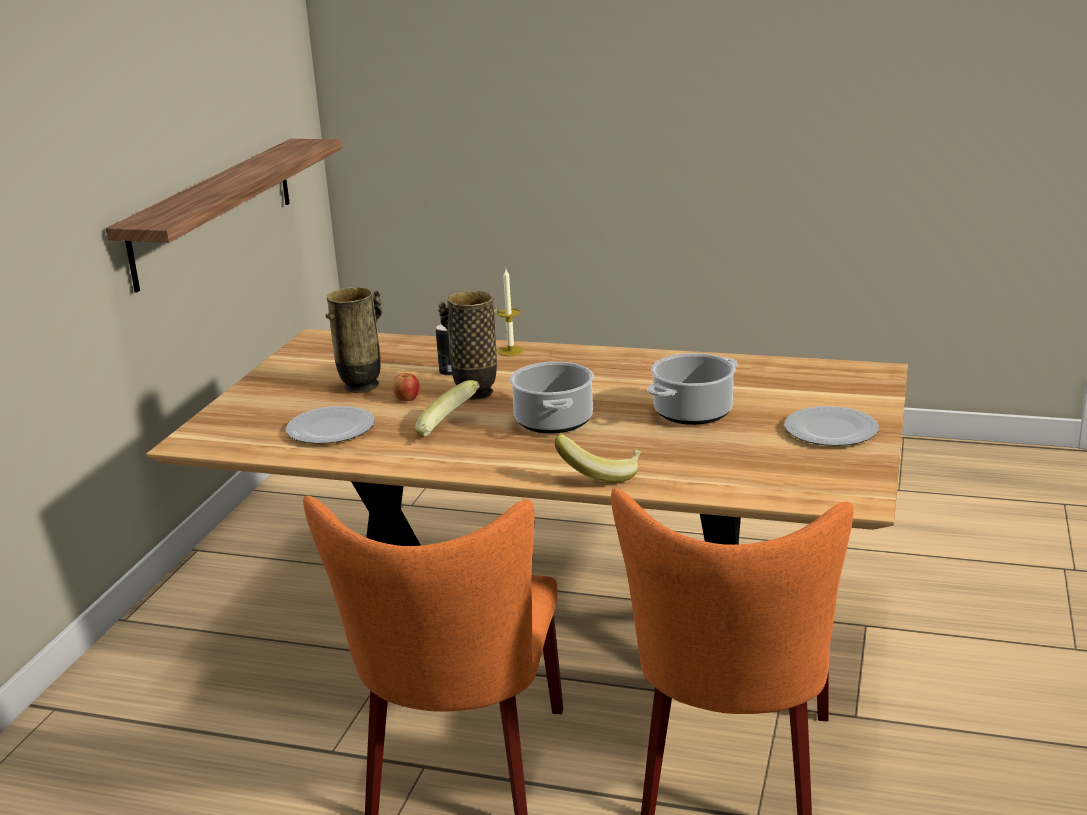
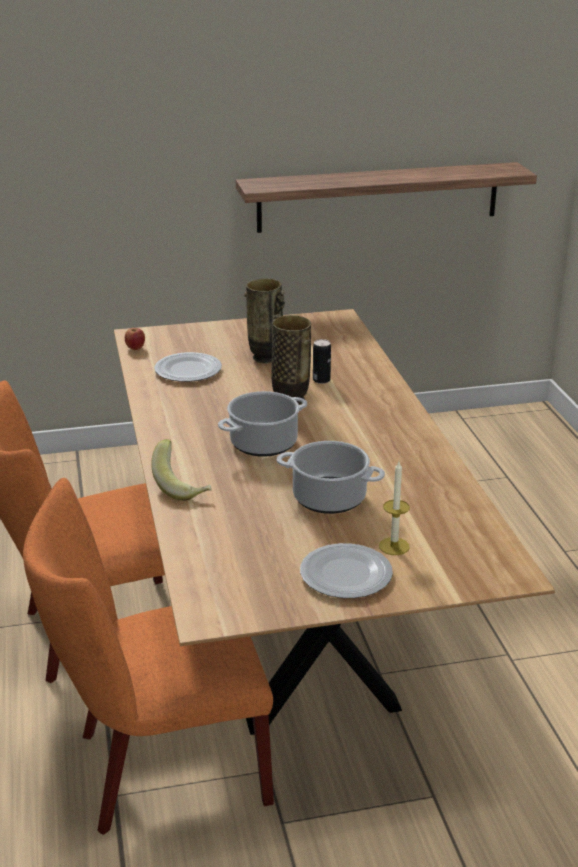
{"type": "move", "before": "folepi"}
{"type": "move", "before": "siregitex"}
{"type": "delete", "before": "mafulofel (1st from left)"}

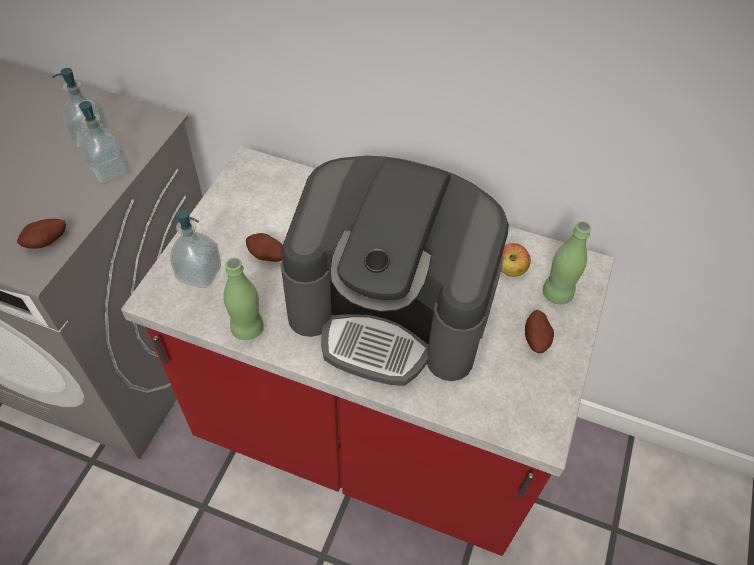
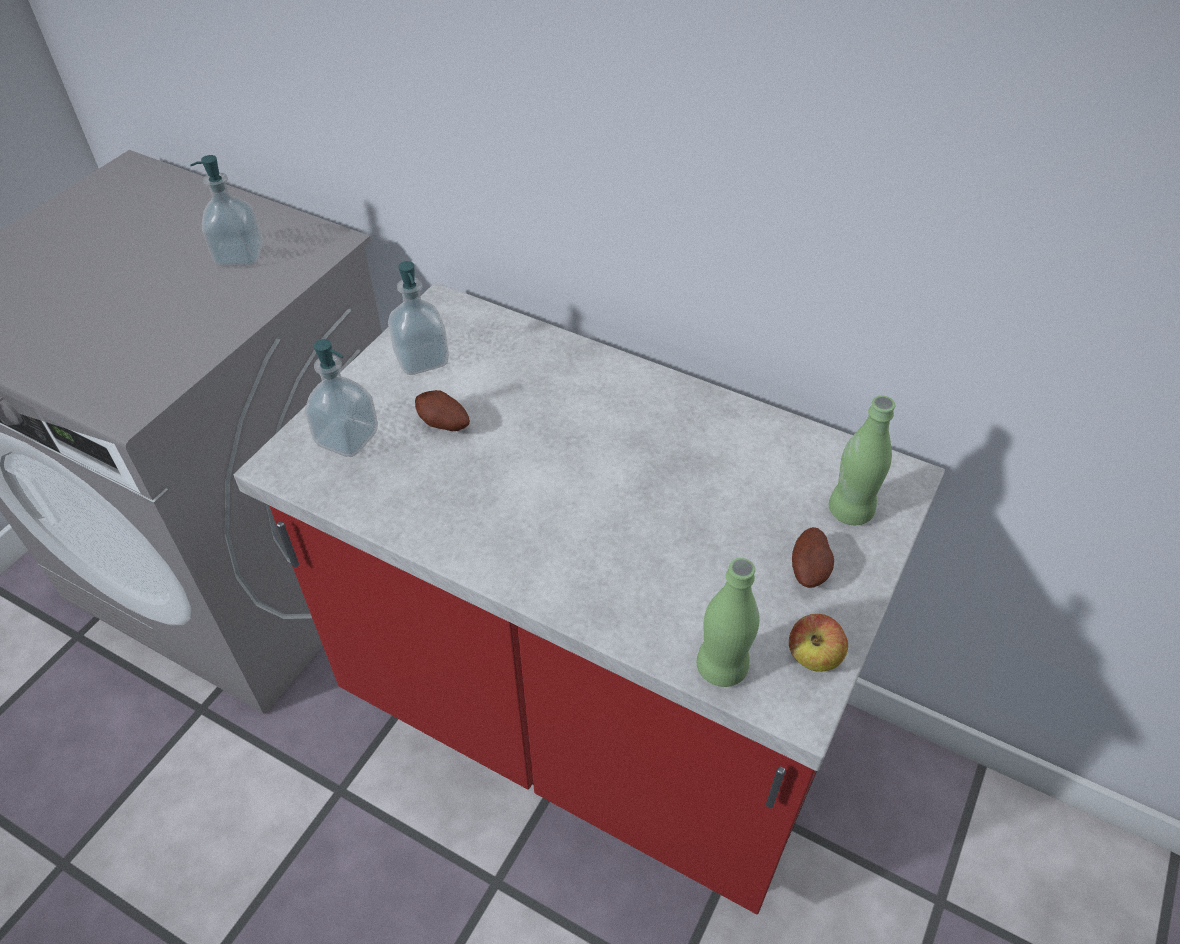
{"type": "move", "before": "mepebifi (2nd from left in the first image)", "after": "mepebifi (3rd from left)"}
{"type": "delete", "before": "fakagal"}
{"type": "delete", "before": "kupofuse (1st from left)"}
{"type": "move", "before": "siregitex"}
{"type": "move", "before": "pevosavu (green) (1st from left)"}

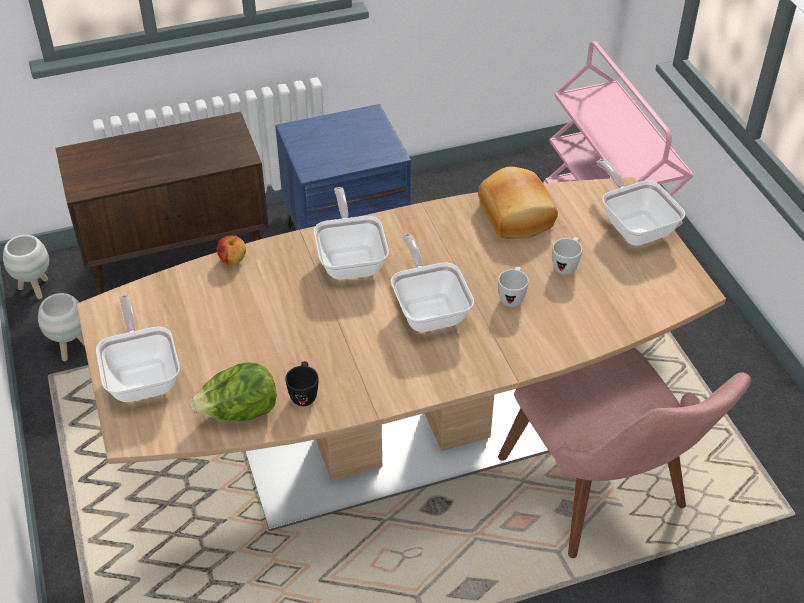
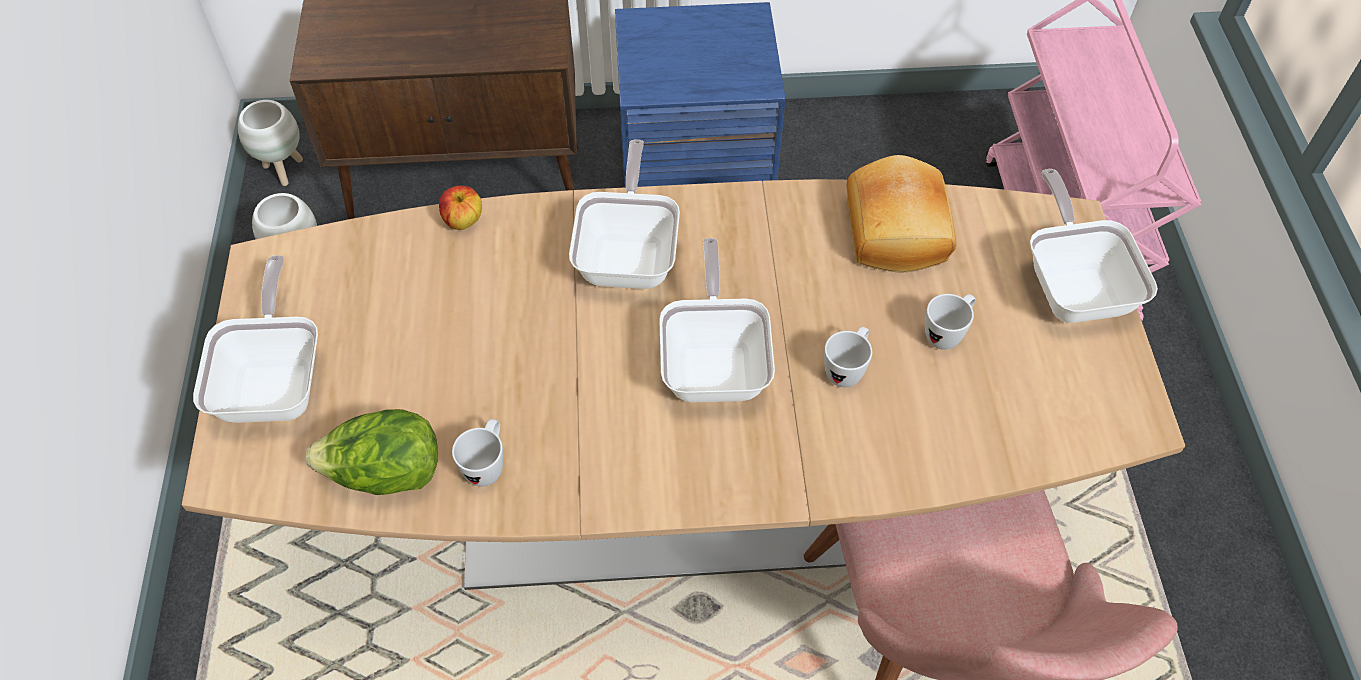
{"type": "recolor", "before": "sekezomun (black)", "after": "sekezomun (white) (1st from left)"}

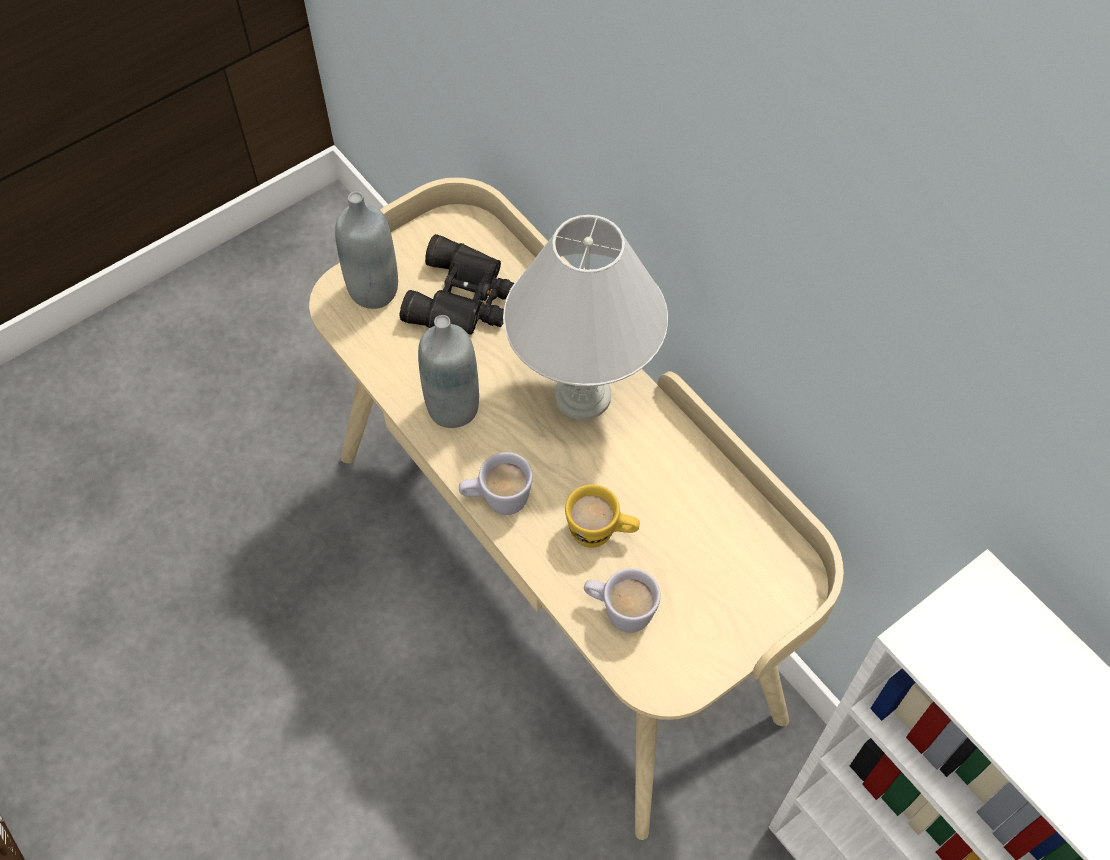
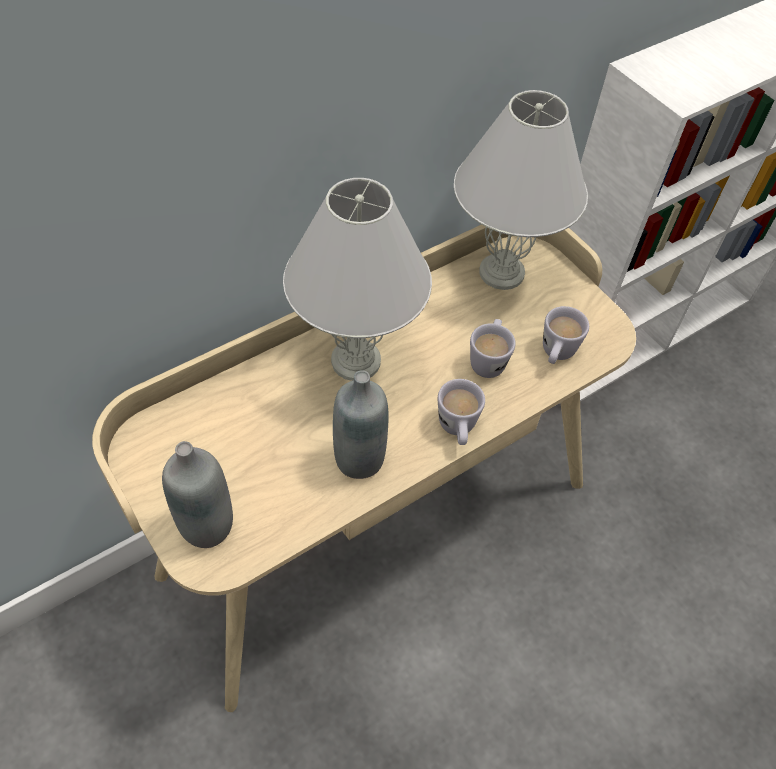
{"type": "delete", "before": "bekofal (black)"}
{"type": "recolor", "before": "sekezomun (yellow)", "after": "sekezomun (white) (2nd from left)"}
{"type": "insert", "after": "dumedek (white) (2nd from left)"}

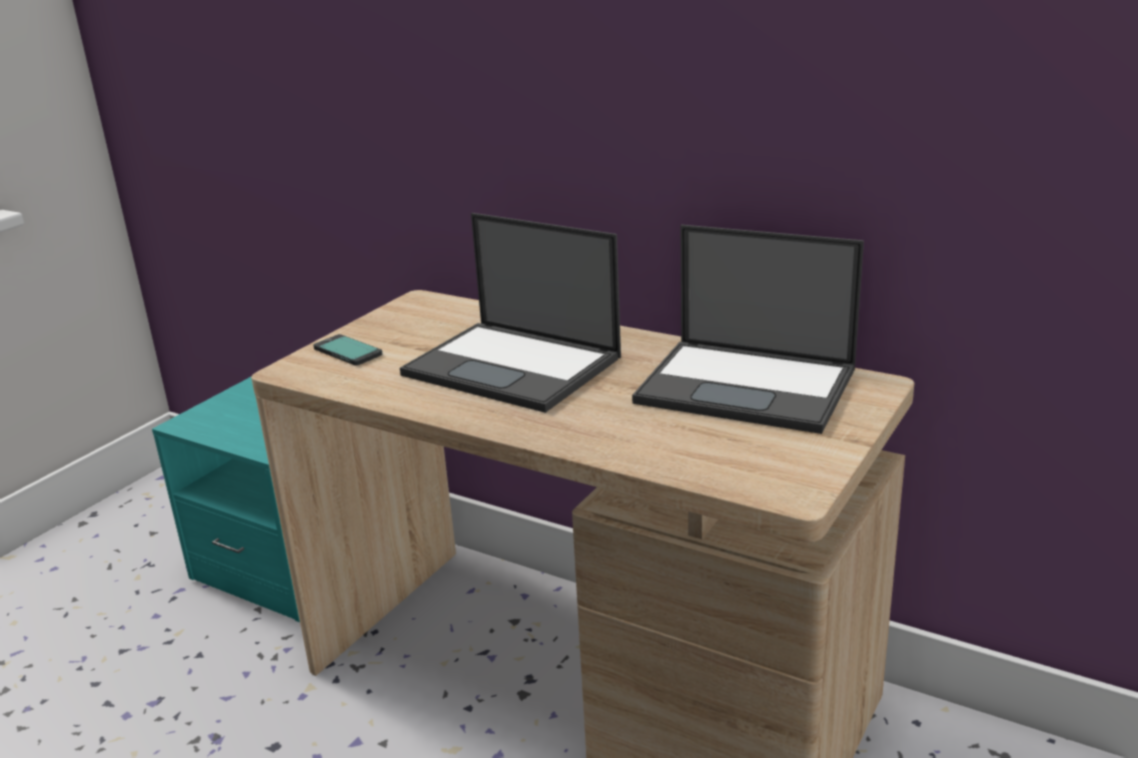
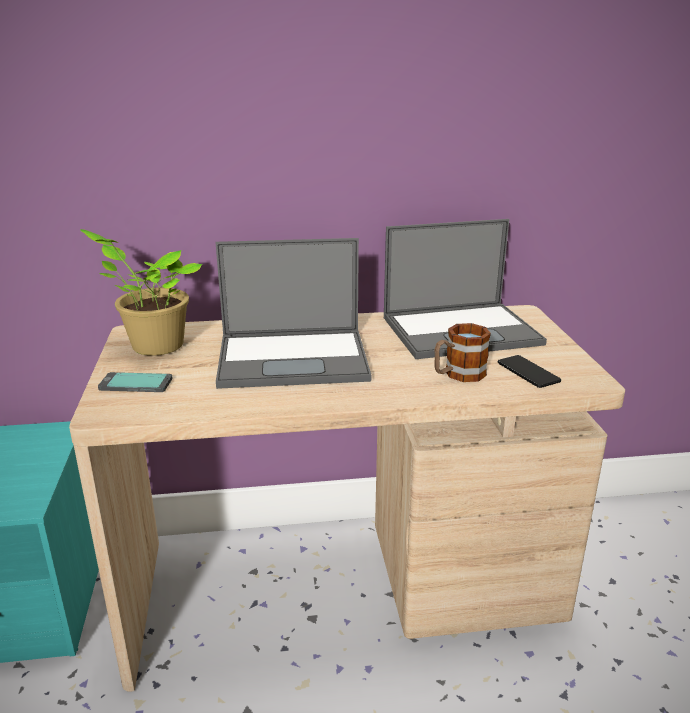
{"type": "insert", "after": "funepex"}
{"type": "insert", "after": "sekezomun"}
{"type": "insert", "after": "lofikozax (2nd from left)"}

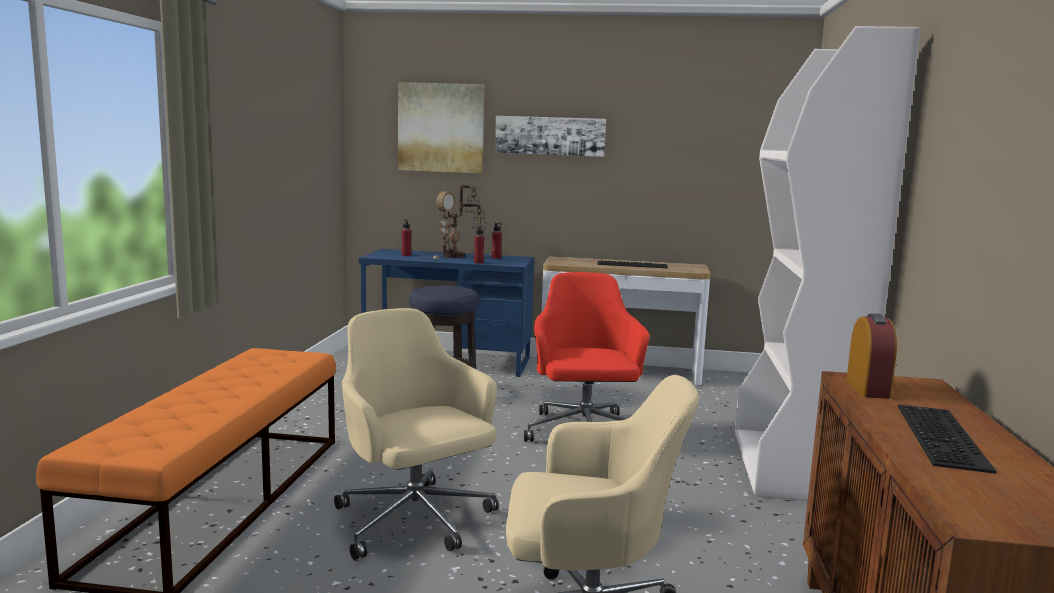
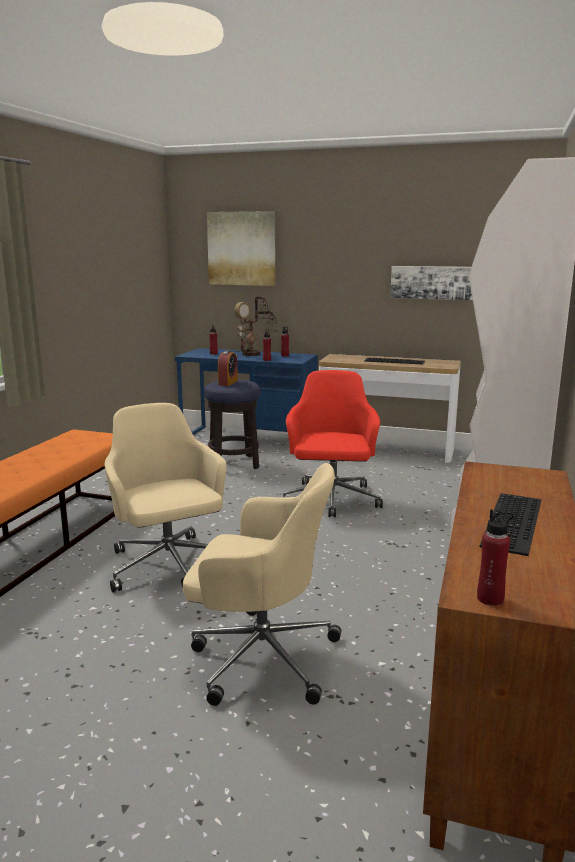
{"type": "move", "before": "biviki (2nd from left)"}
{"type": "move", "before": "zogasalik"}
{"type": "insert", "after": "pevosavu (red) (4th from left)"}

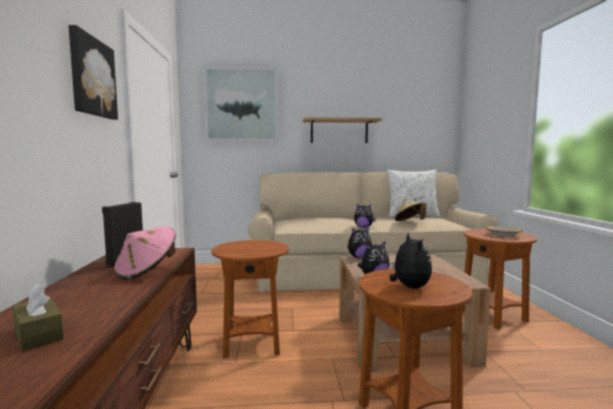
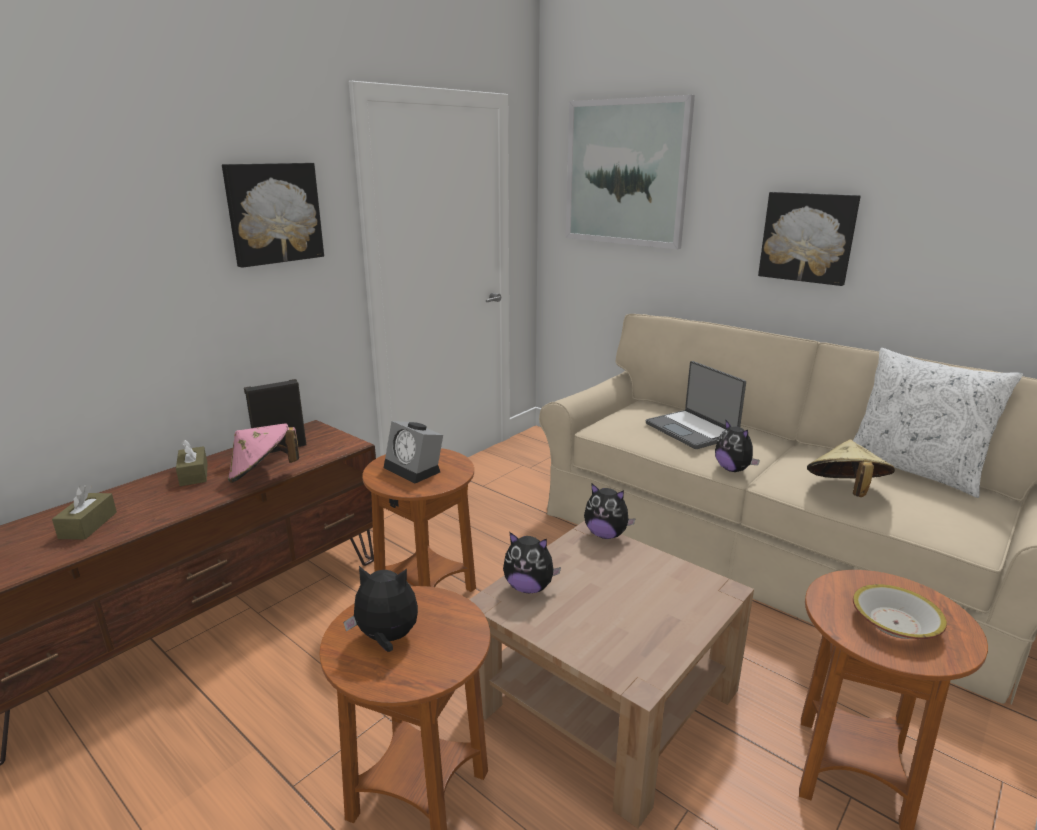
{"type": "replace", "before": "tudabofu", "after": "biviki (3rd from left)"}
{"type": "rotate", "before": "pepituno (4th from left in the first image)", "turn": -120}
{"type": "insert", "after": "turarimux"}
{"type": "insert", "after": "zogasalik"}
{"type": "insert", "after": "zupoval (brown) (2nd from left)"}

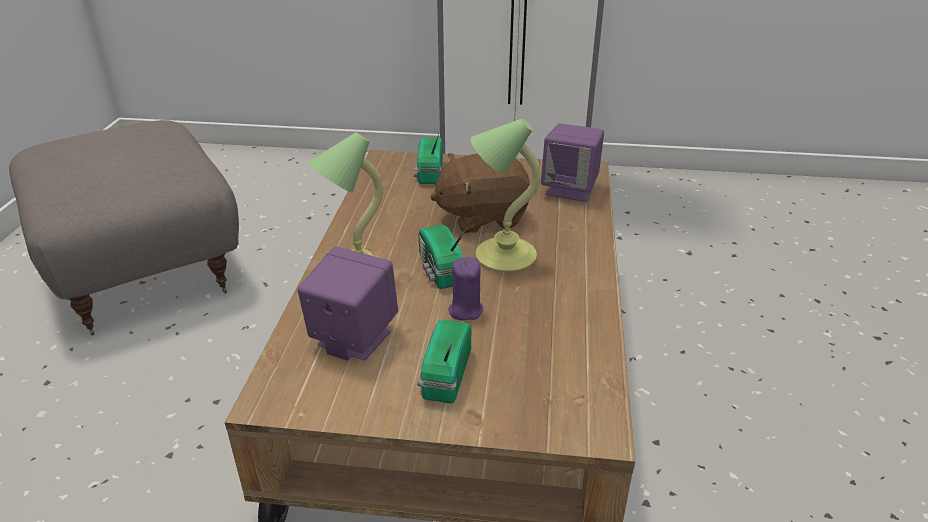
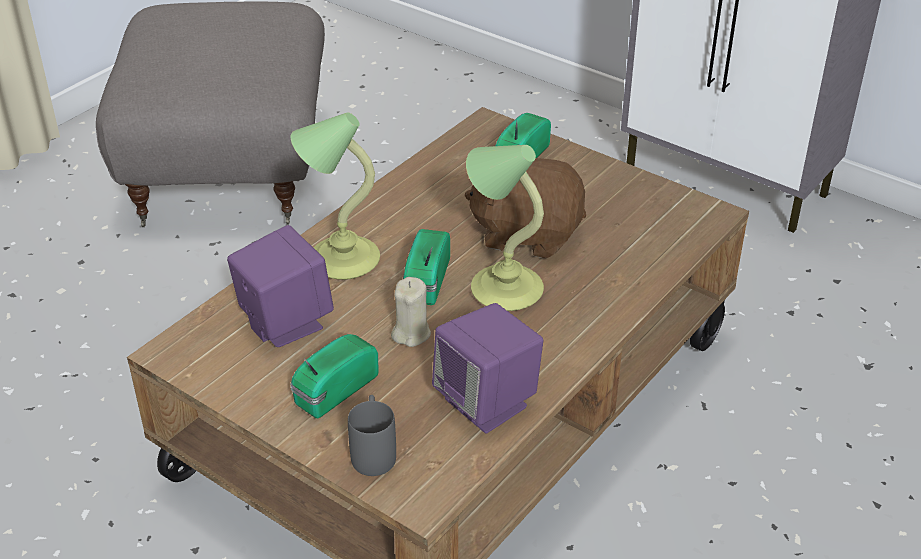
{"type": "move", "before": "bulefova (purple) (2nd from left)"}
{"type": "recolor", "before": "folepi (purple)", "after": "folepi (beige)"}
{"type": "insert", "after": "sekezomun (grey)"}

